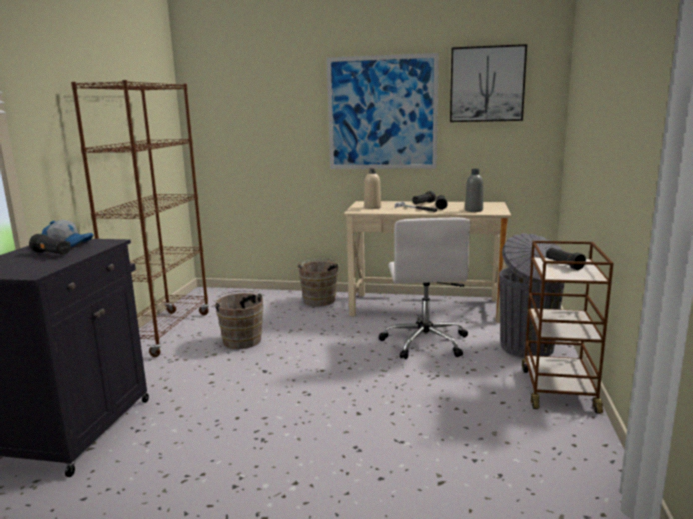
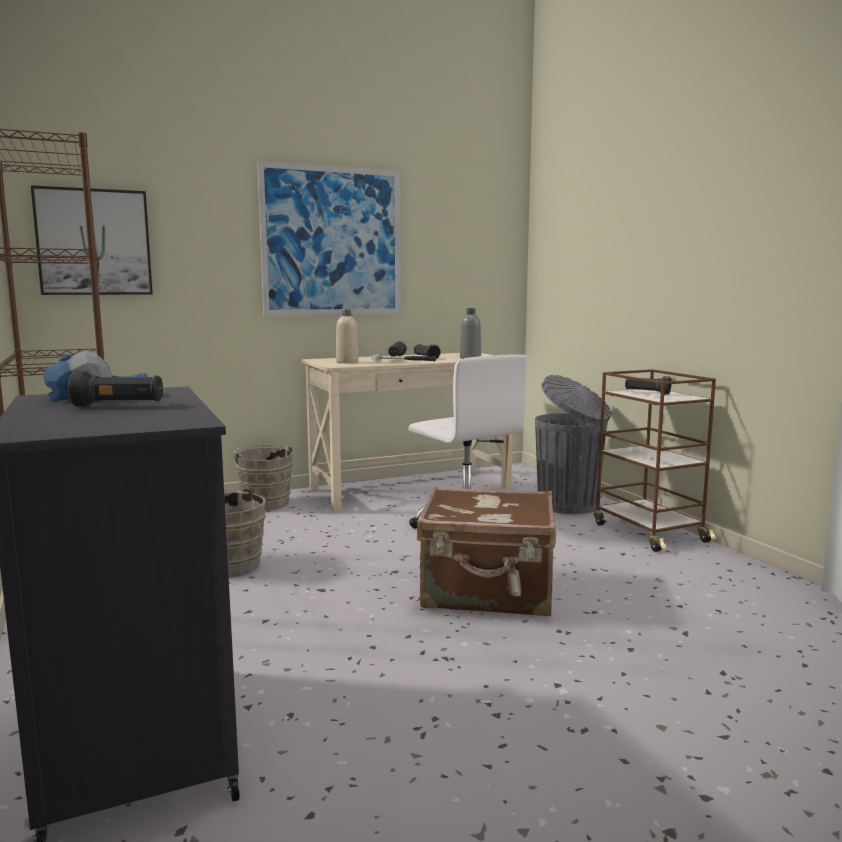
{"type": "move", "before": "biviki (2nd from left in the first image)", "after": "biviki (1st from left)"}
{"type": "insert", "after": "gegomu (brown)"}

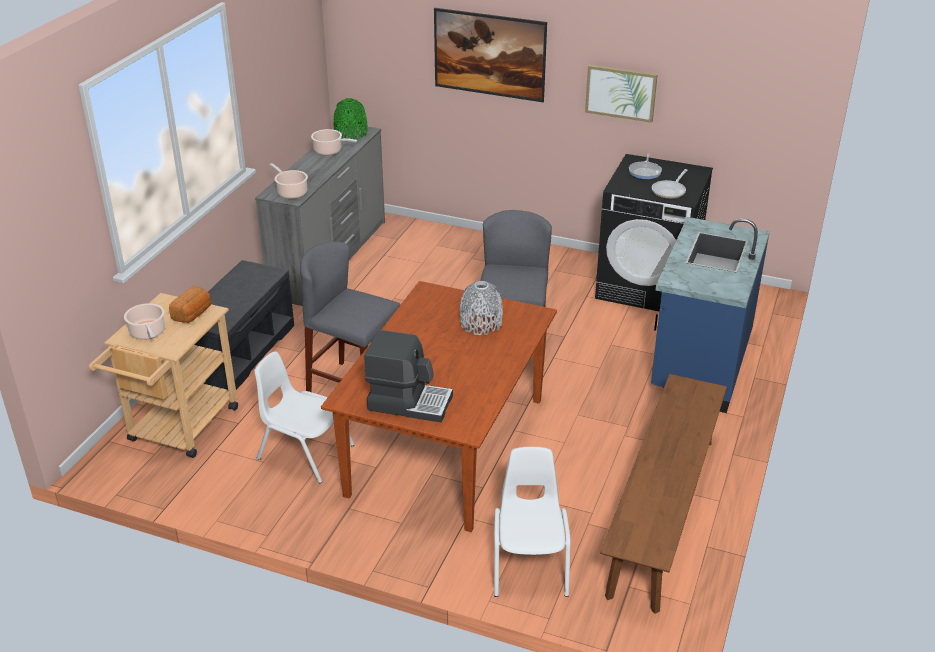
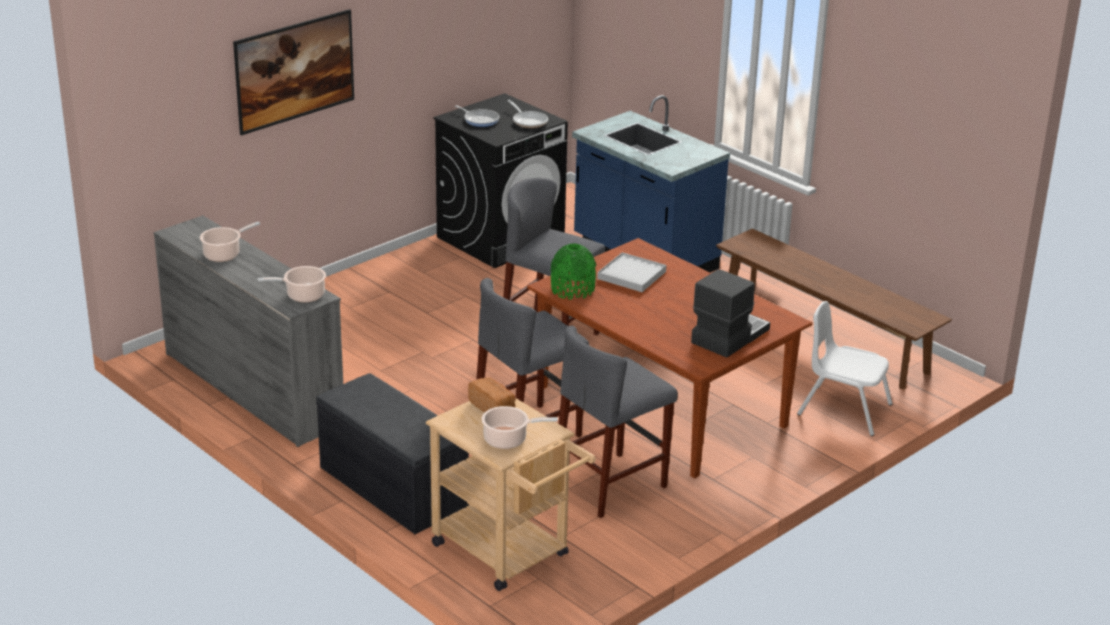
{"type": "delete", "before": "biviki (2nd from left)"}
{"type": "move", "before": "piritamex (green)"}
{"type": "replace", "before": "piritamex (grey)", "after": "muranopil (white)"}
{"type": "replace", "before": "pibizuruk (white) (1st from left)", "after": "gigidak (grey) (3rd from left)"}

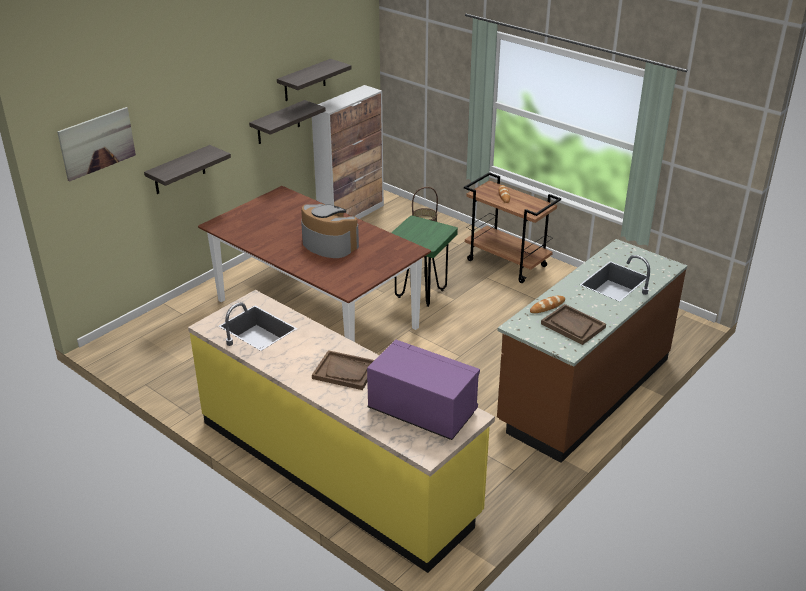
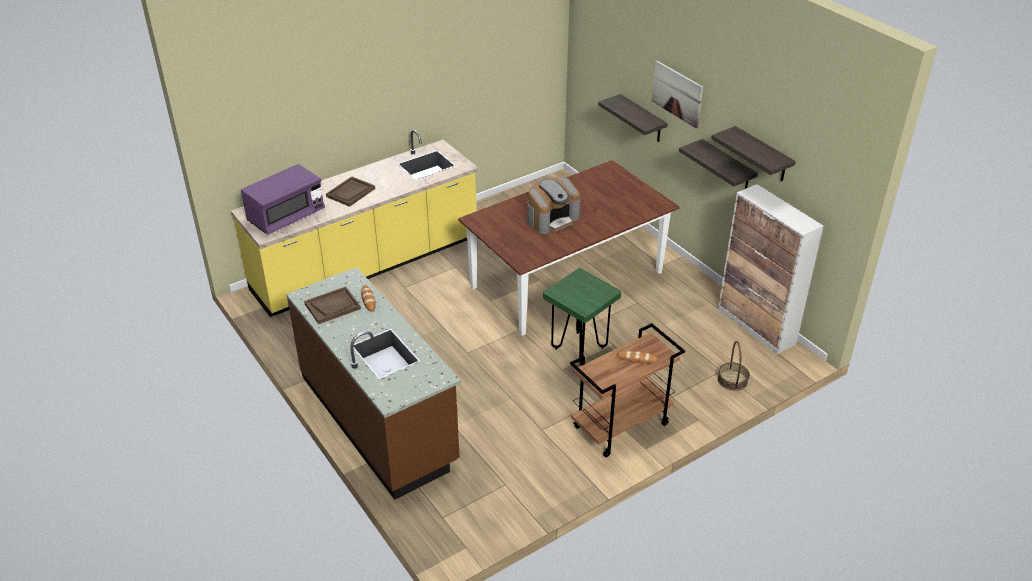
{"type": "move", "before": "biviki"}

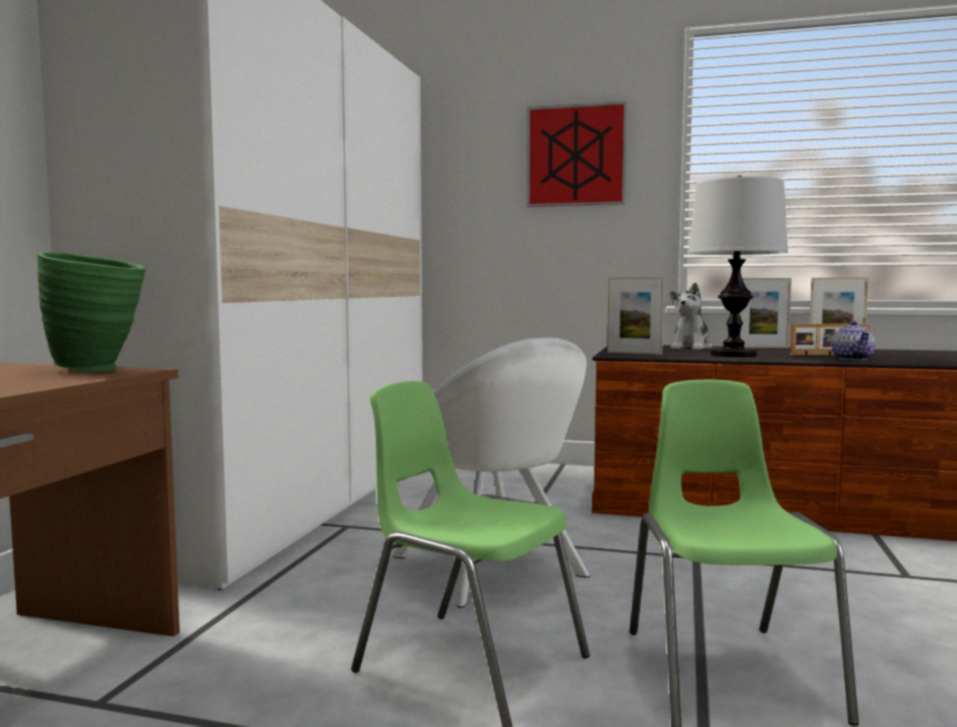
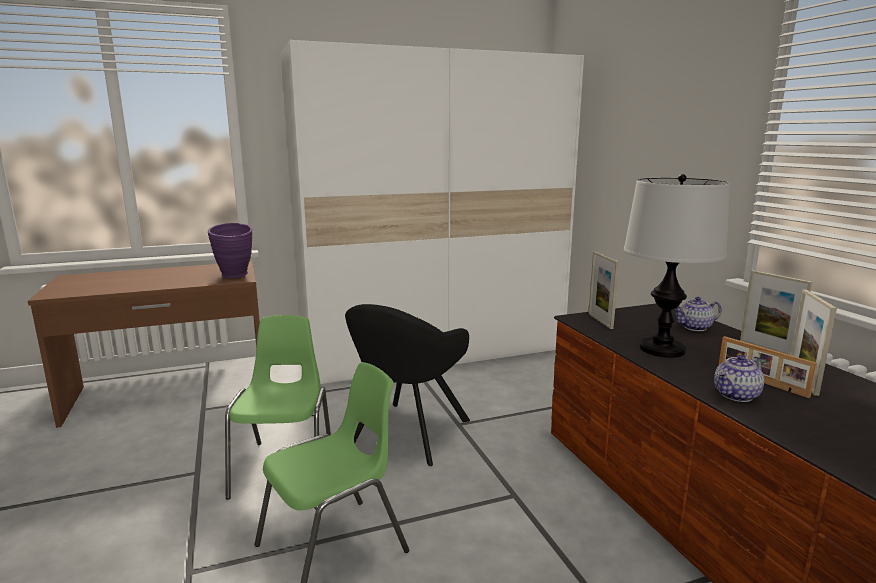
{"type": "delete", "before": "biviki"}
{"type": "recolor", "before": "piritamex (green)", "after": "piritamex (purple)"}
{"type": "replace", "before": "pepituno", "after": "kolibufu (1st from left)"}
{"type": "recolor", "before": "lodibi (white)", "after": "lodibi (black)"}

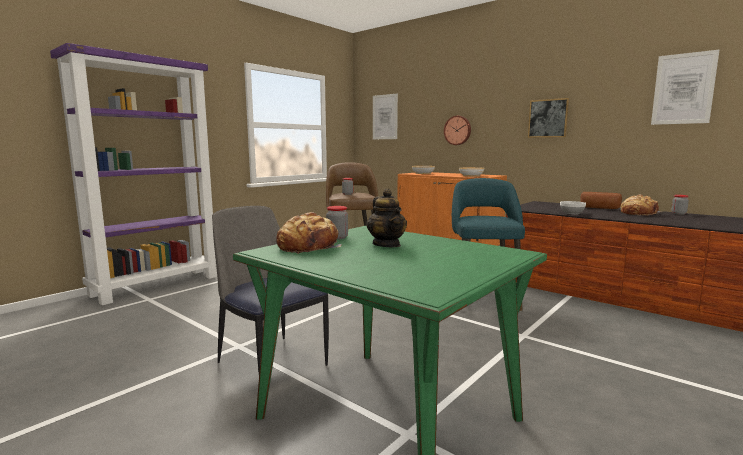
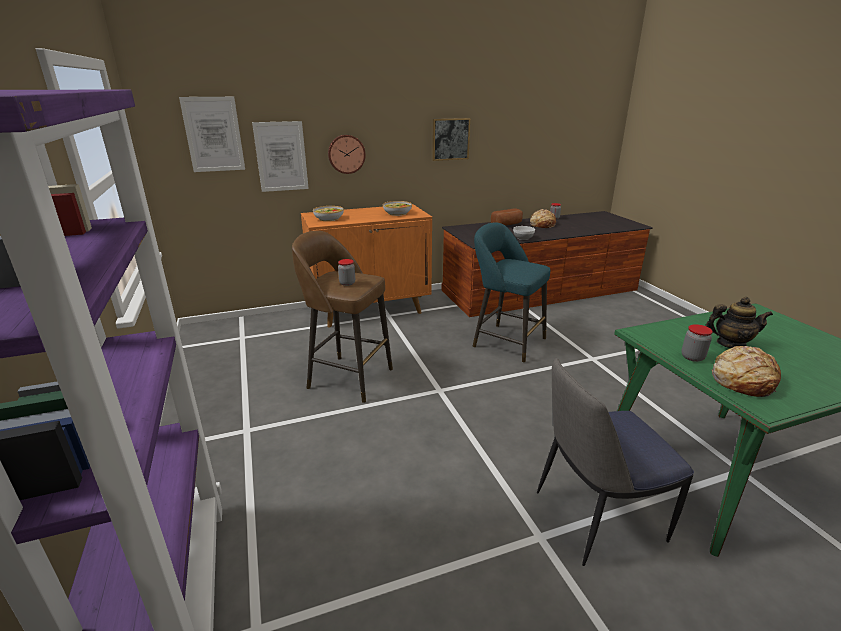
{"type": "move", "before": "biviki (3rd from left in the first image)", "after": "biviki (2nd from left)"}

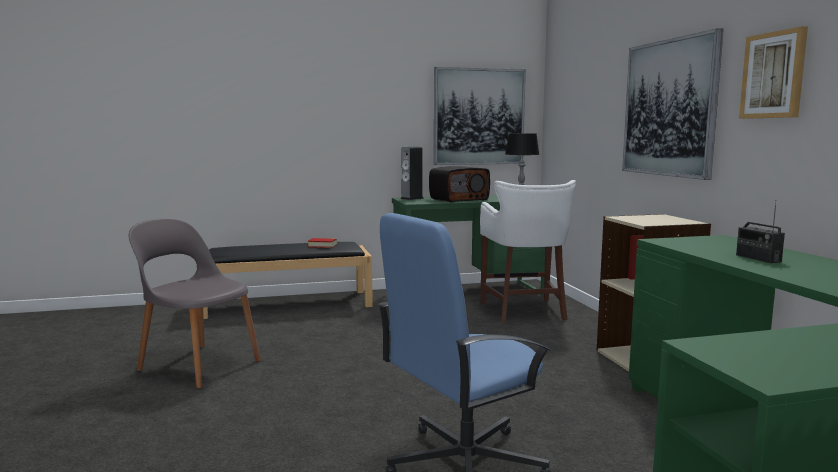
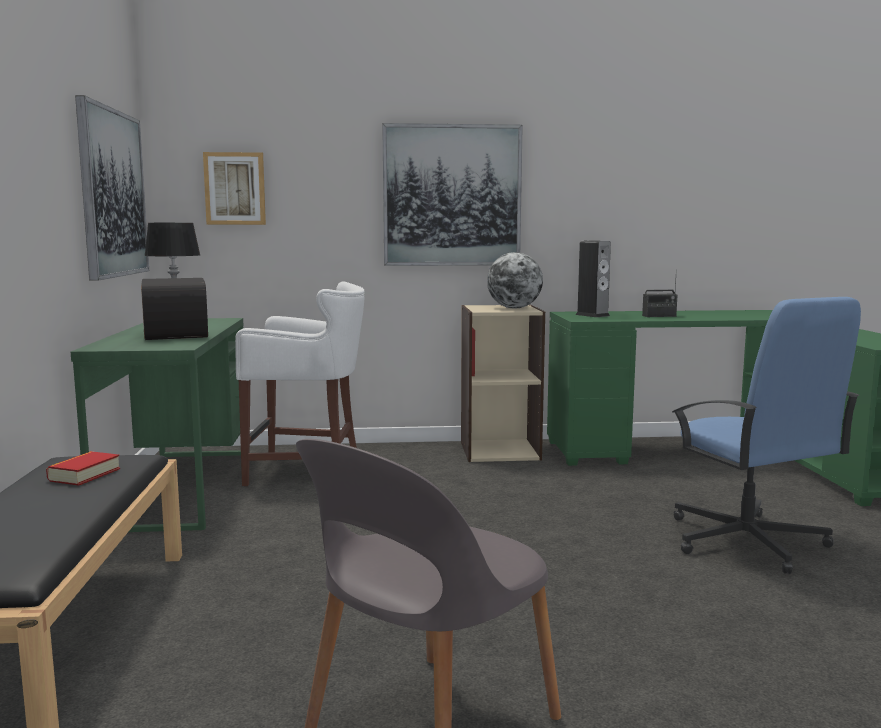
{"type": "move", "before": "biviki (3rd from left in the first image)", "after": "biviki (2nd from left)"}
{"type": "move", "before": "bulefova"}
{"type": "insert", "after": "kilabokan"}

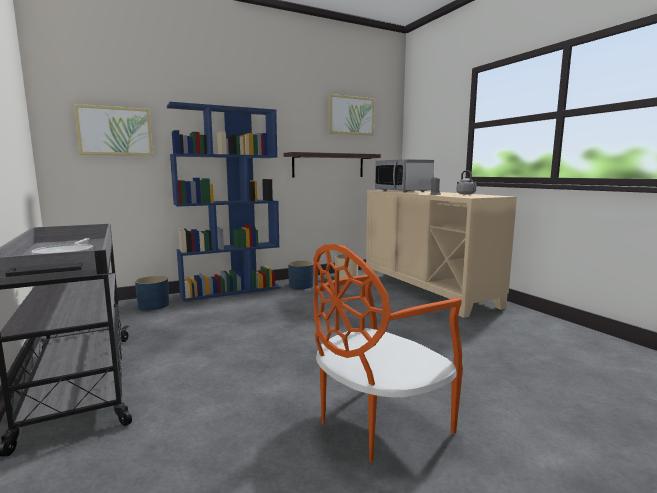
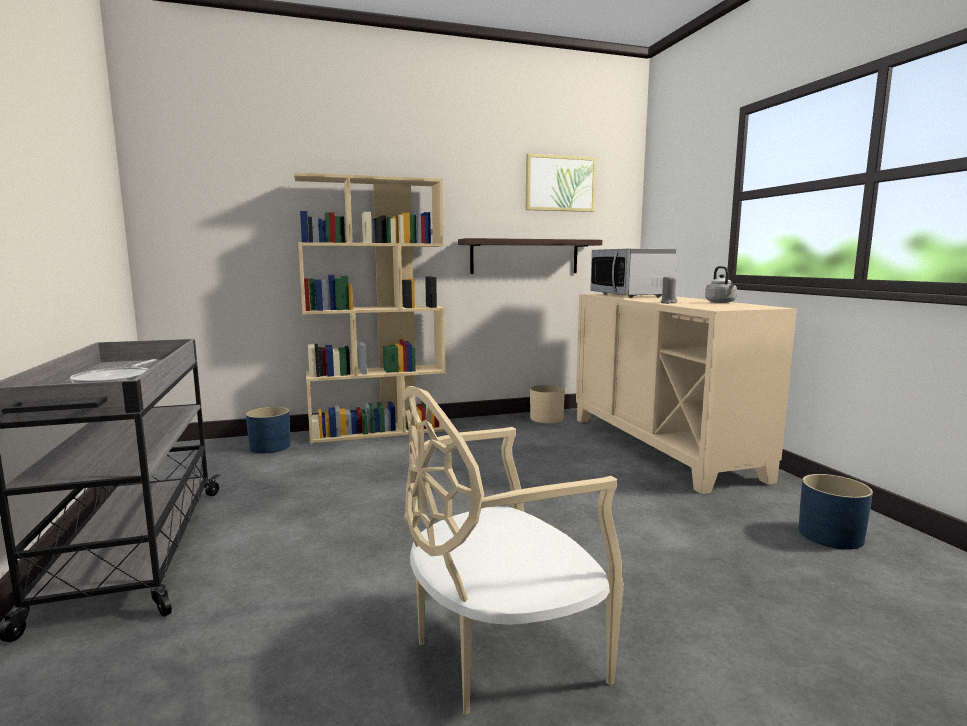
{"type": "recolor", "before": "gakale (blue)", "after": "gakale (beige)"}
{"type": "delete", "before": "biviki (1st from left)"}
{"type": "recolor", "before": "pibizuruk (orange)", "after": "pibizuruk (beige)"}
{"type": "move", "before": "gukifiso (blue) (2nd from left)"}

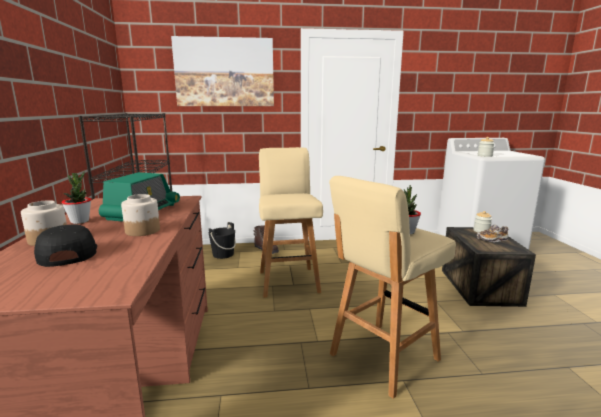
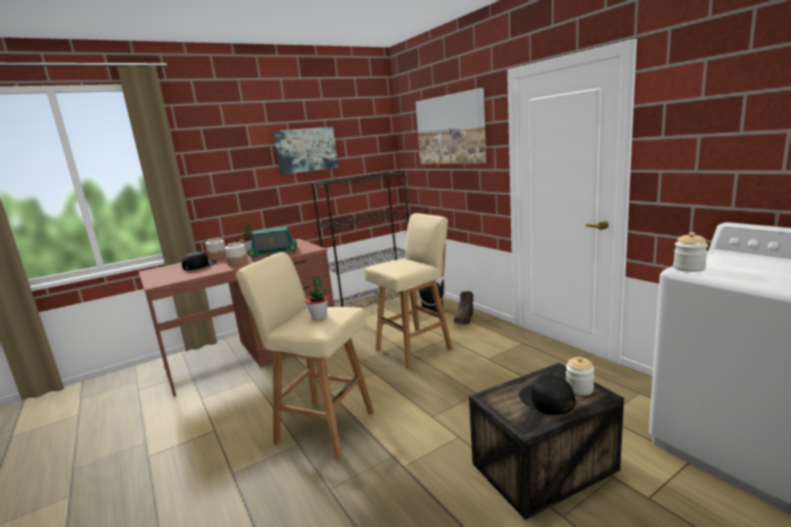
{"type": "replace", "before": "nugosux", "after": "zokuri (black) (2nd from left)"}
{"type": "insert", "after": "biviki (1st from left)"}

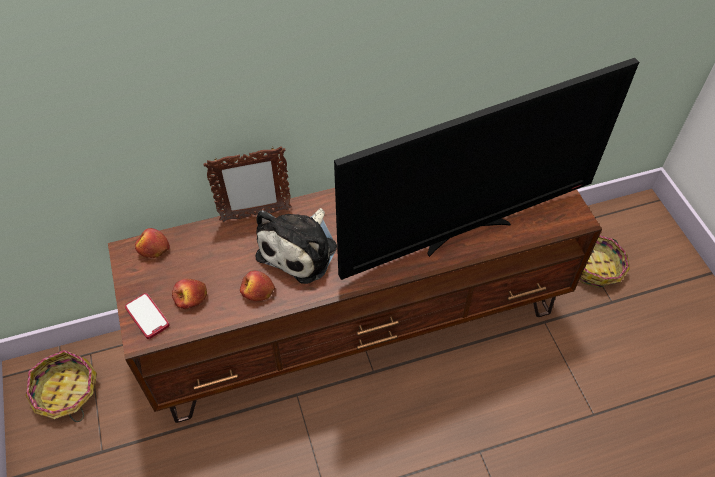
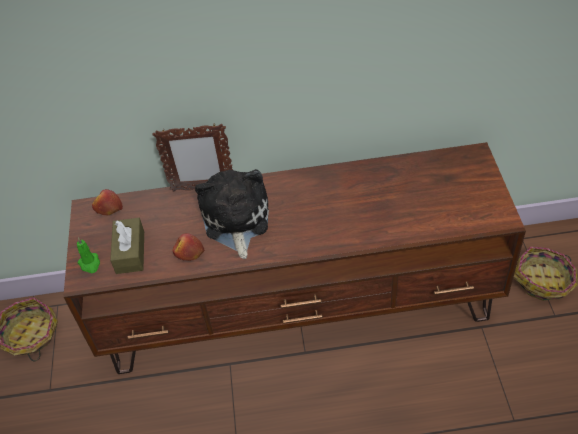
{"type": "delete", "before": "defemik"}
{"type": "rotate", "before": "pepituno", "turn": 135}
{"type": "replace", "before": "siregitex (2nd from left)", "after": "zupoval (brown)"}
{"type": "replace", "before": "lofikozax", "after": "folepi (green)"}

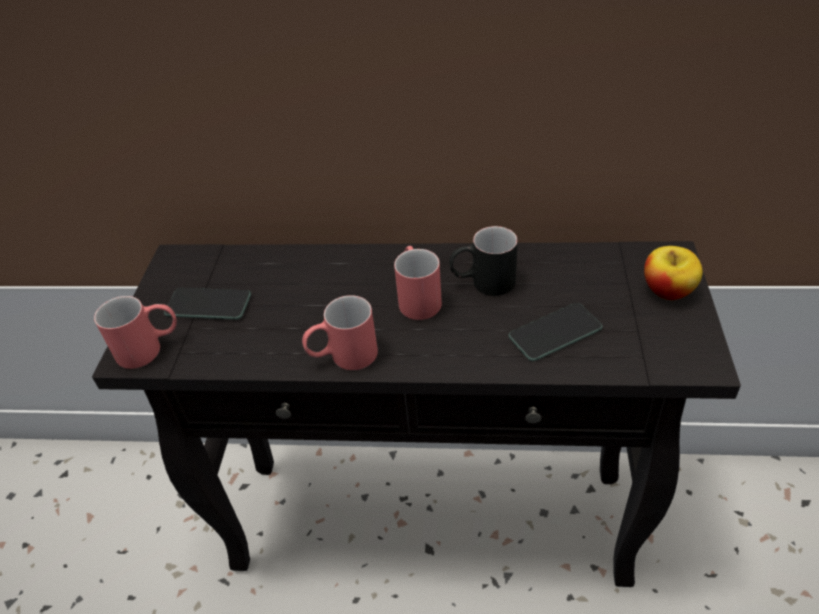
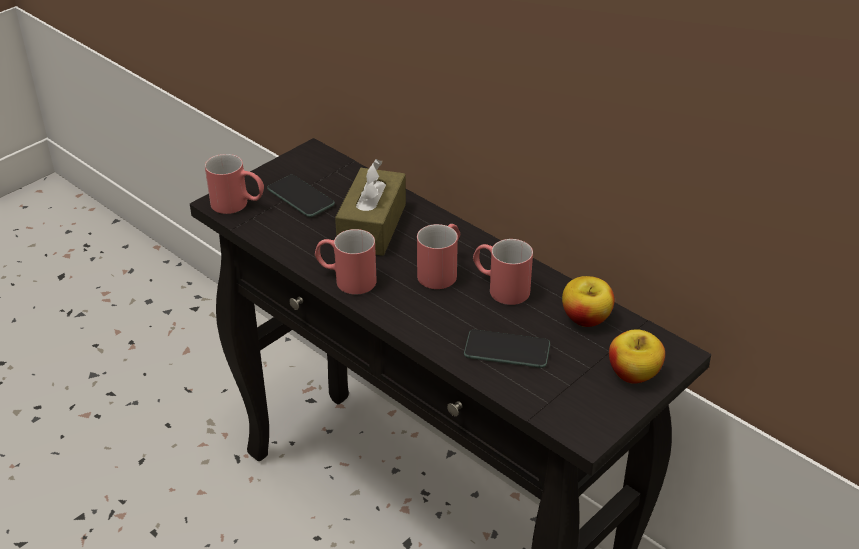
{"type": "recolor", "before": "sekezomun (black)", "after": "sekezomun (red) (4th from left)"}
{"type": "insert", "after": "zupoval (brown)"}
{"type": "insert", "after": "siregitex (1st from left)"}

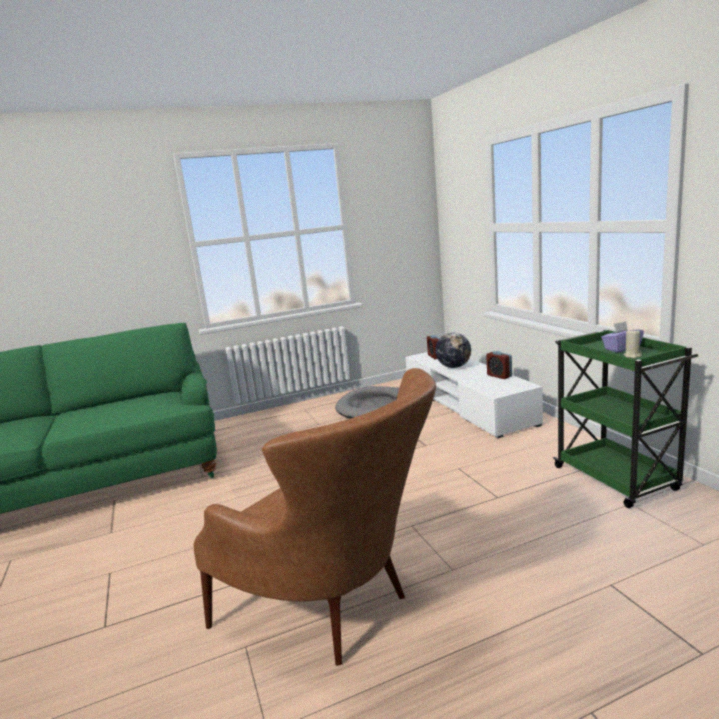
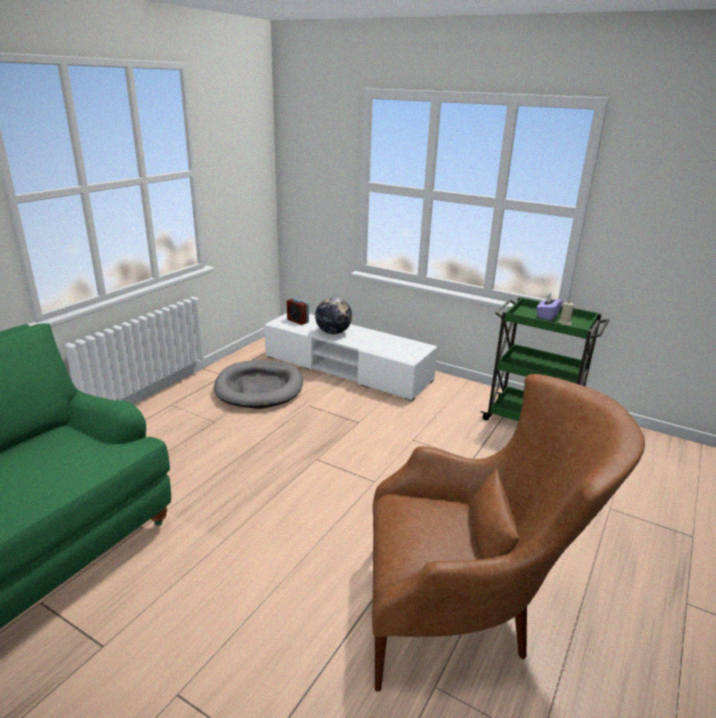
{"type": "delete", "before": "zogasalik (2nd from left)"}

